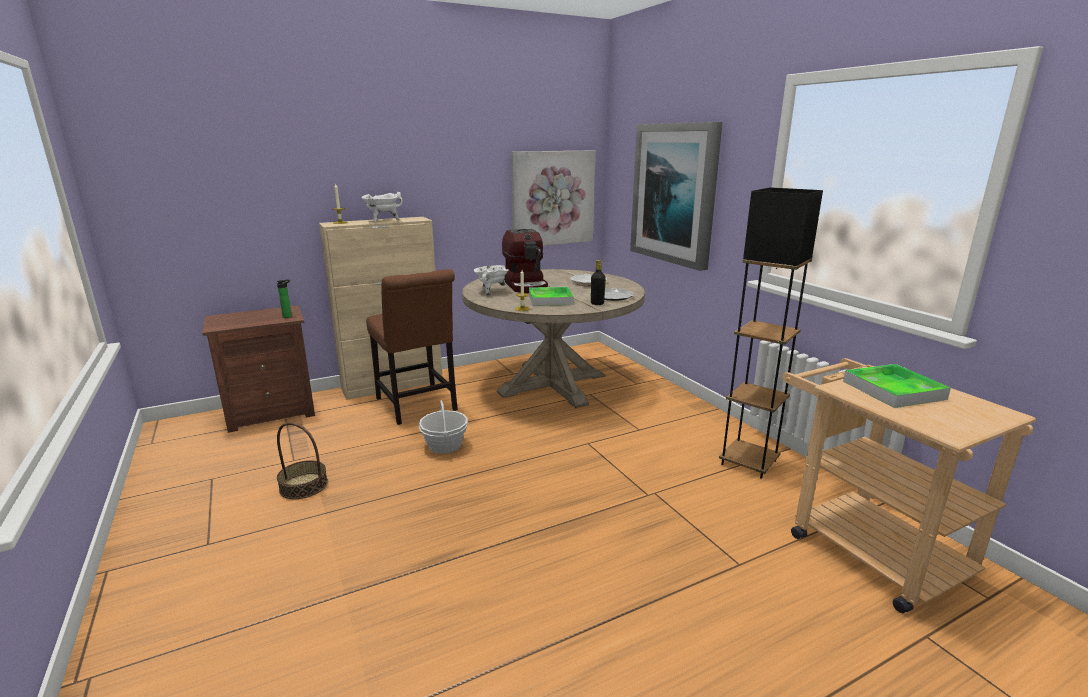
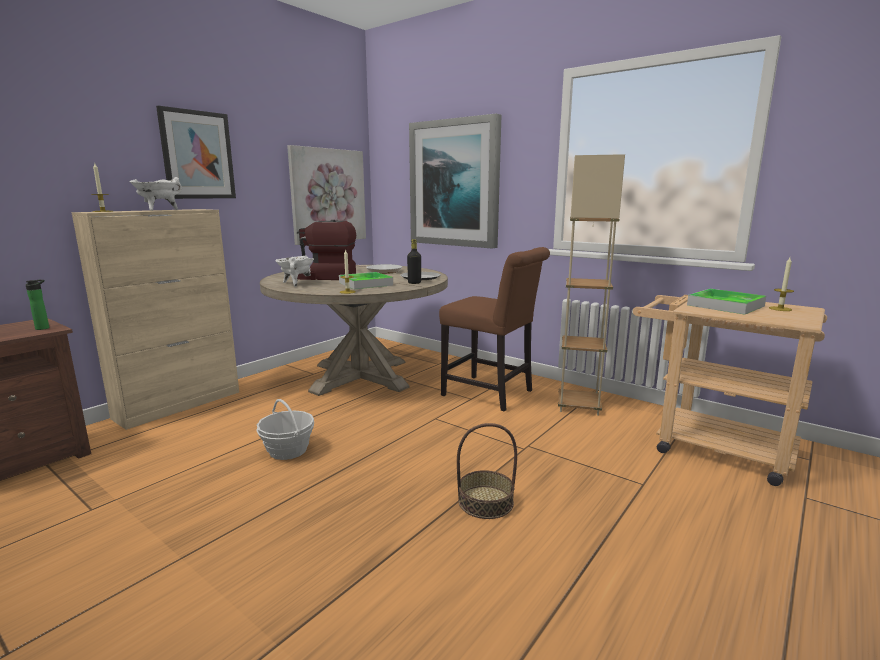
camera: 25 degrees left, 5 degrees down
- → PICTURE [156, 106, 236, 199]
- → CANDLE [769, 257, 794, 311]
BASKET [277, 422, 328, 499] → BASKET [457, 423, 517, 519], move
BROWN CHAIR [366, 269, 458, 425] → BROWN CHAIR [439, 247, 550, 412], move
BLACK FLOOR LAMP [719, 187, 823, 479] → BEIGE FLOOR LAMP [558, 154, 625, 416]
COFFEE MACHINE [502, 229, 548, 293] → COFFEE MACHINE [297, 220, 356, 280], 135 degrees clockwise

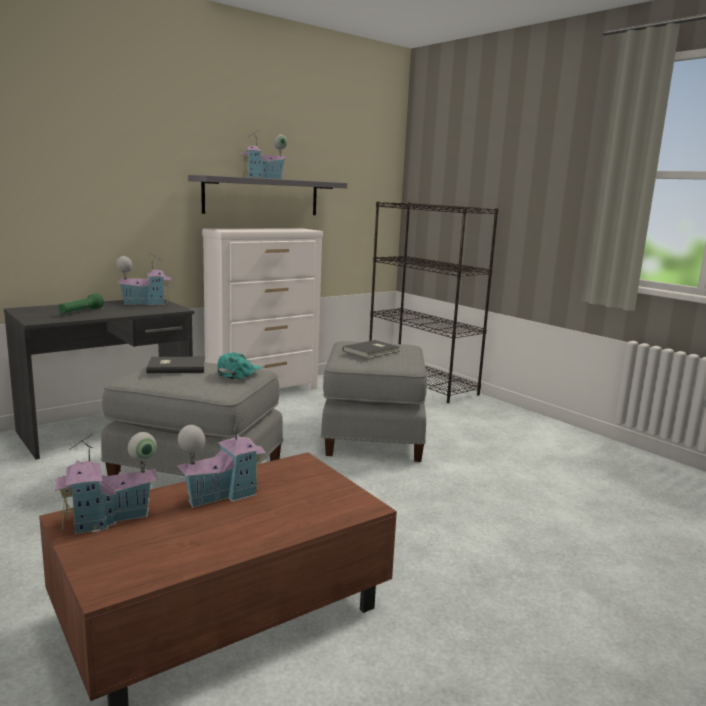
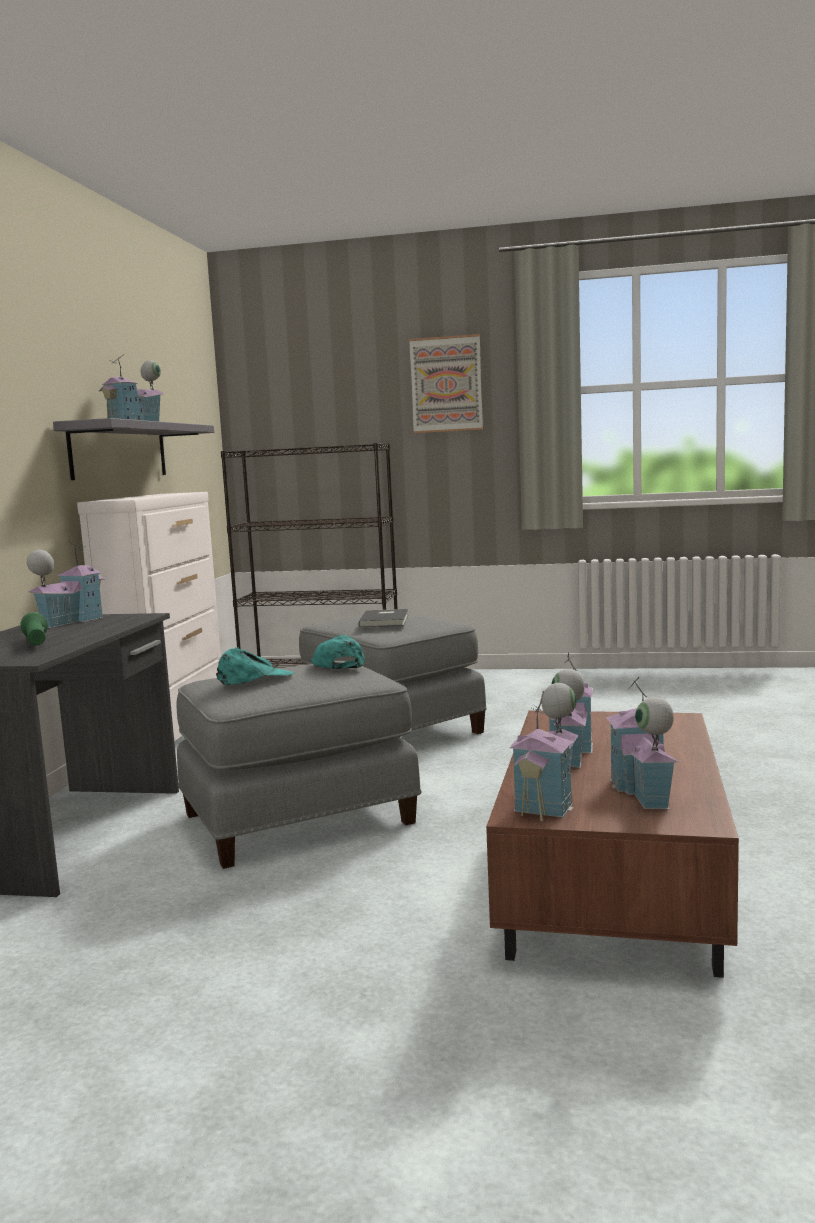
camera: 40 degrees left, 5 degrees down
- → PICTURE [409, 334, 483, 433]
- → TOY HOUSE [606, 677, 679, 809]
GREY BOOK [146, 357, 205, 373] → TURQUOISE CAP [216, 647, 294, 685]

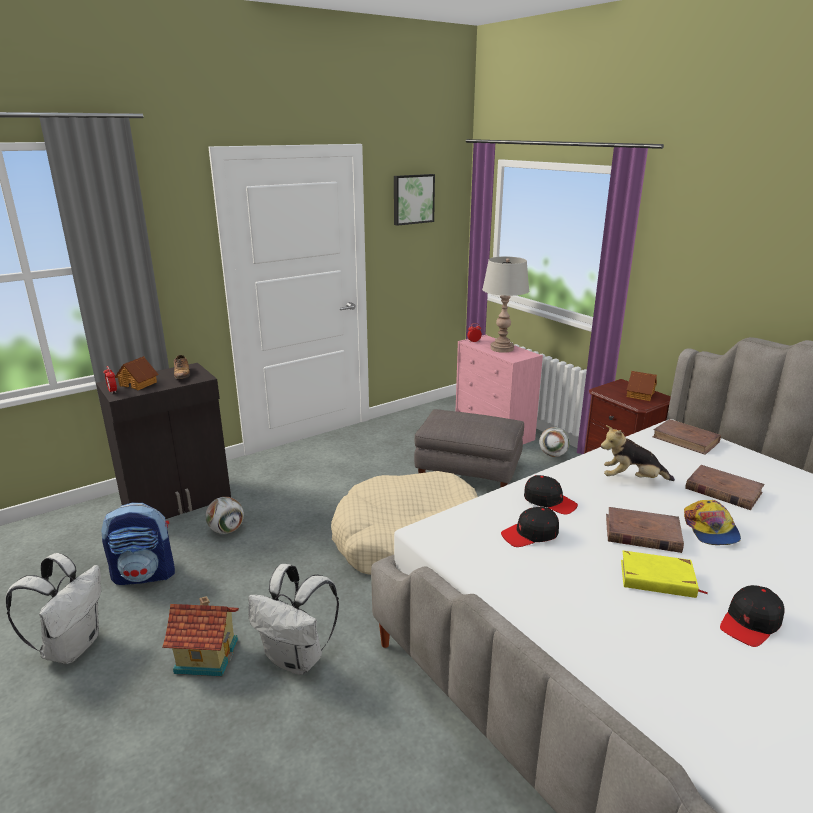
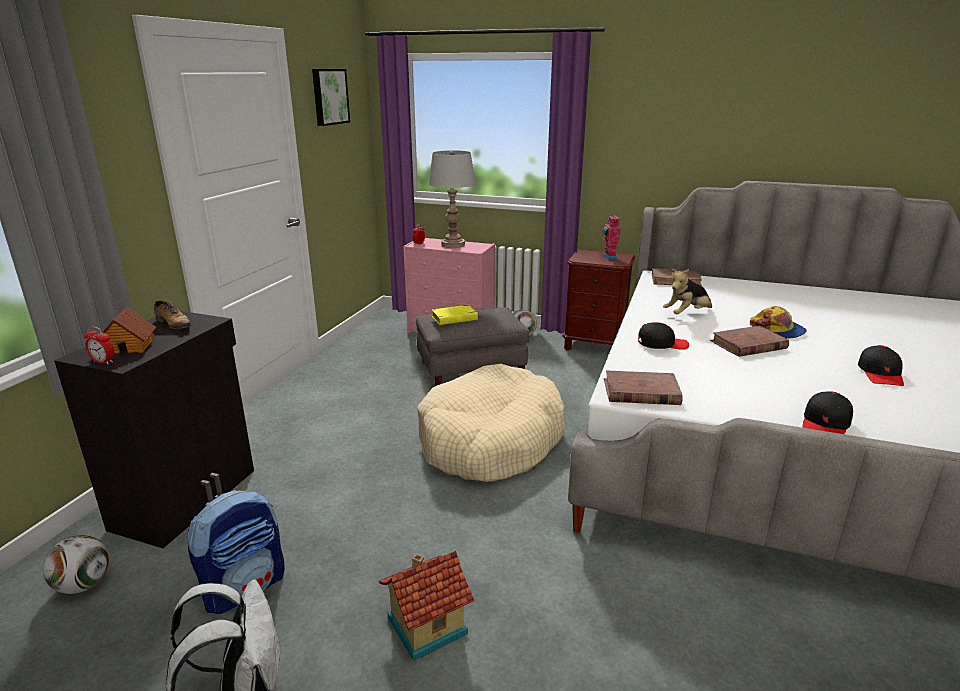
camera: 35 degrees left, 0 degrees up
WHITE BACKPACK [248, 564, 339, 675] → -
FOOTBALL [206, 497, 244, 534] → FOOTBALL [43, 535, 109, 594], move
BLACK CAP [501, 507, 559, 547] → BLACK CAP [802, 391, 853, 434], move
YELLOW BOOK [621, 550, 708, 598] → YELLOW BOOK [432, 305, 478, 325], move
BROWN BOOK [685, 465, 765, 510] → BROWN BOOK [604, 370, 683, 405], move
TOY HOUSE [626, 371, 657, 401] → TOY ROBOT [603, 215, 621, 259]

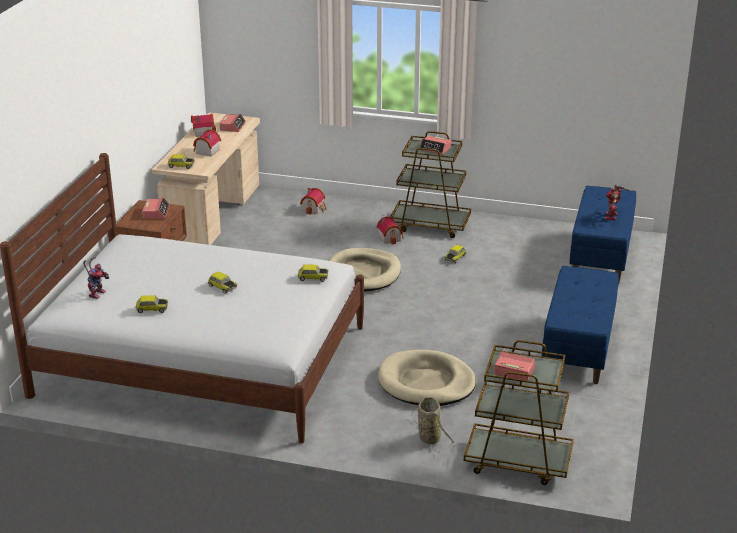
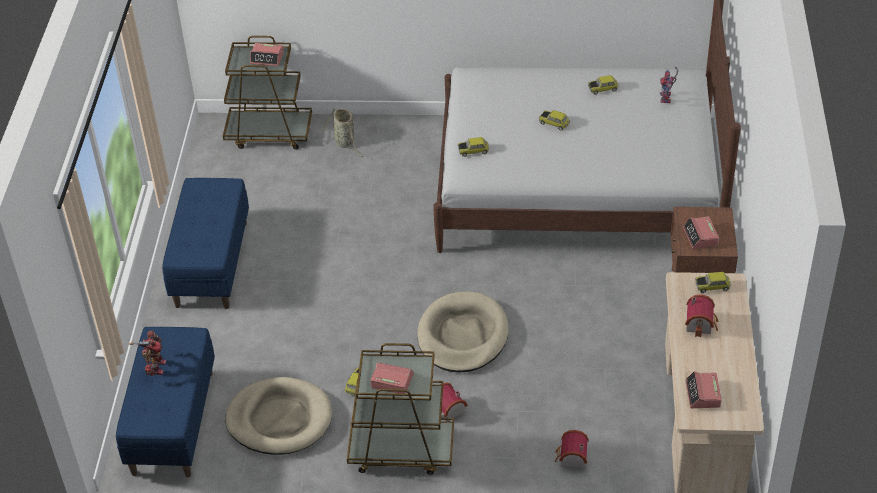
camera: 170 degrees right, 15 degrees up
TOY HOUSE [191, 114, 216, 137] → -
BEIGE DOG BED [378, 350, 476, 406] → BEIGE DOG BED [225, 377, 332, 455], move

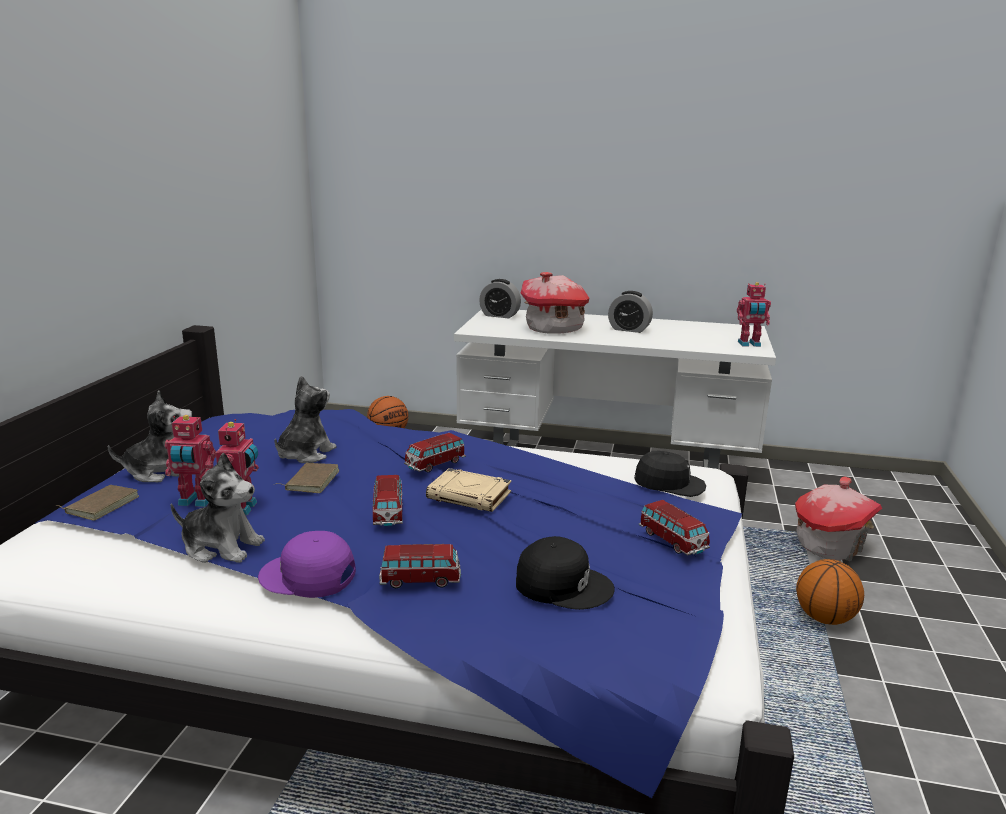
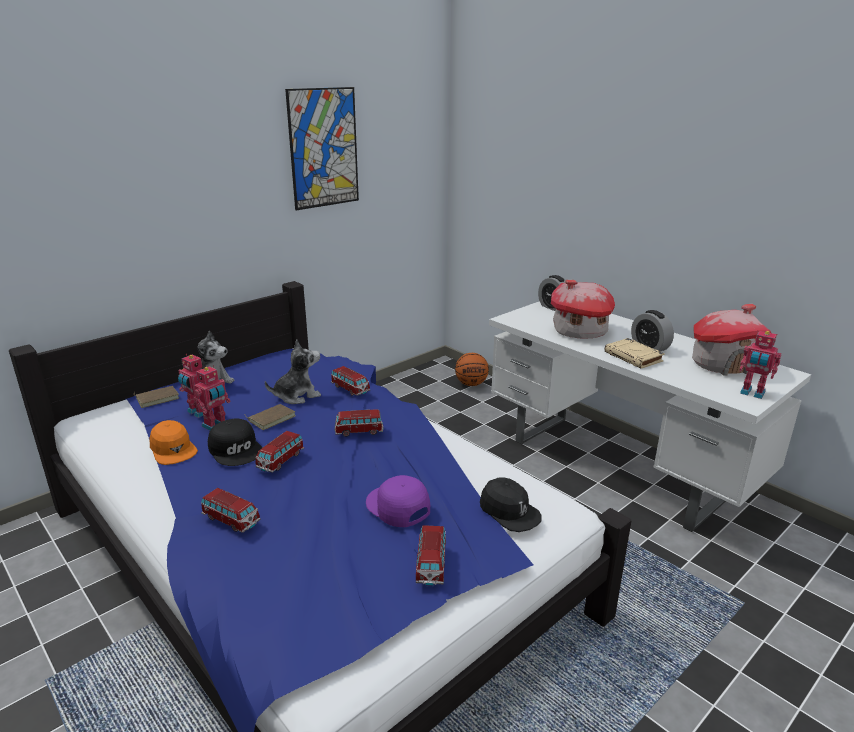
camera: 35 degrees right, 5 degrees up
BASKETBALL [796, 559, 864, 625] → -
- → PICTURE [285, 87, 359, 210]
- → TOY CAR [331, 366, 370, 396]
PURPLE CAP [258, 531, 356, 598] → PURPLE CAP [366, 475, 430, 527], move
BEIGE BOOK [426, 468, 512, 512] → BEIGE BOOK [604, 338, 665, 369], move
BLACK CAP [516, 536, 615, 610] → BLACK CAP [208, 418, 262, 466], move
TOY HOUSE [795, 477, 882, 561] → TOY HOUSE [692, 304, 771, 376], move
PLUSH TOY [171, 453, 265, 563] → ORANGE CAP [149, 420, 198, 465]

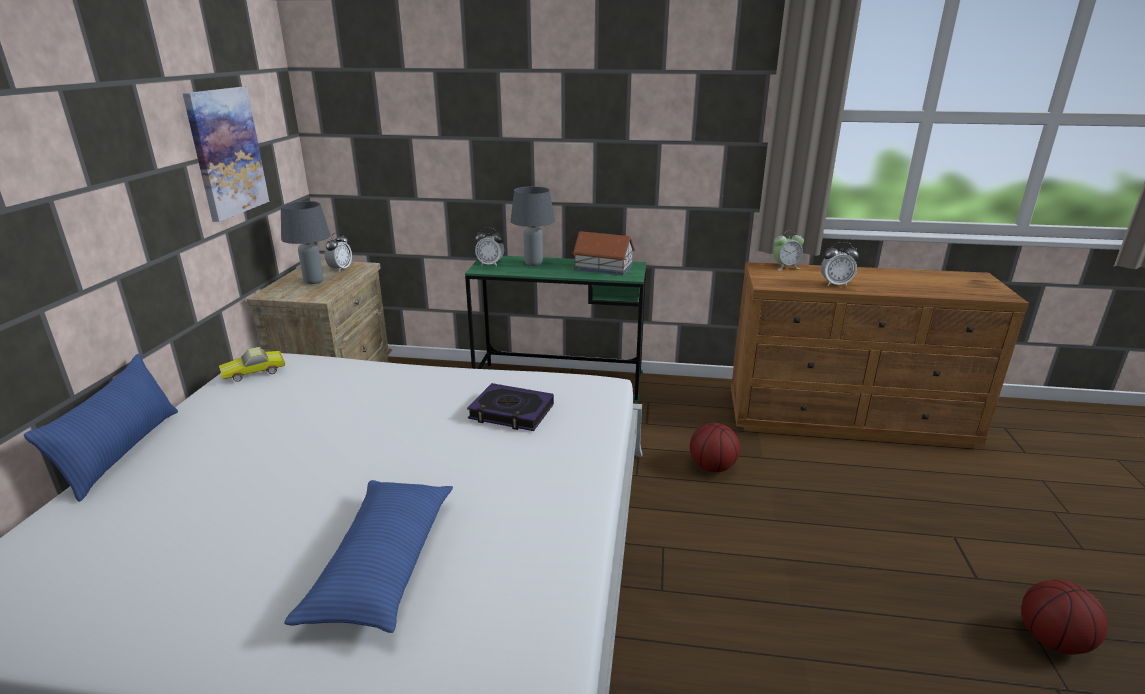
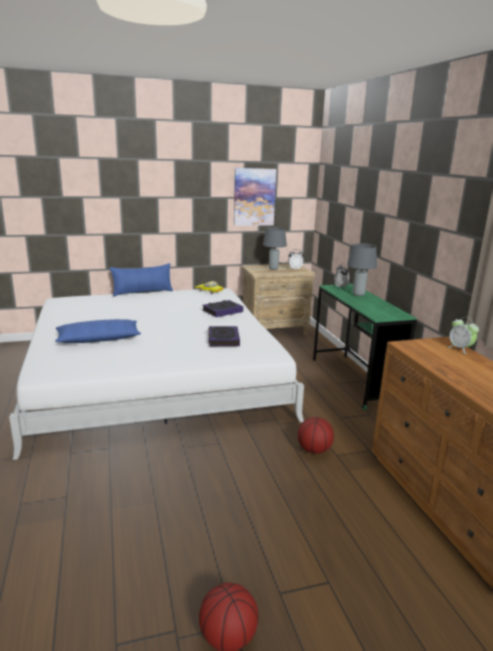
camera: 65 degrees right, 5 degrees down
TOY HOUSE [572, 231, 635, 276] → -
ALARM CLOCK [821, 242, 859, 287] → -
- → BOOK [202, 300, 243, 317]

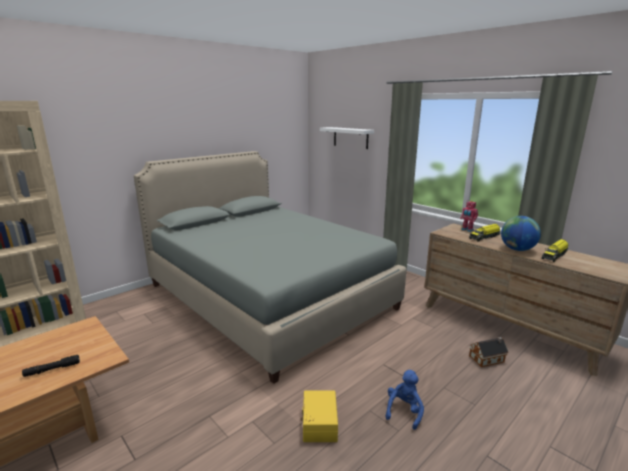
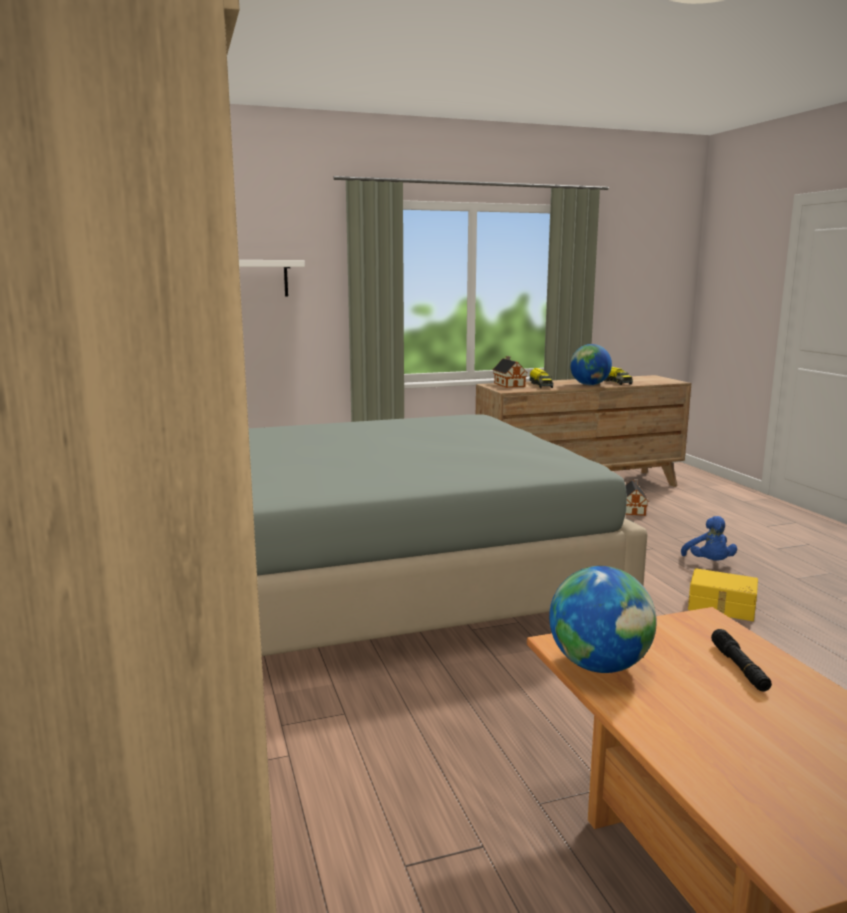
camera: 65 degrees left, 5 degrees down
- → GLOBE [549, 566, 657, 673]
TOY ROBOT [460, 201, 478, 232] → TOY HOUSE [493, 356, 528, 388]
BLUE PLUSH TOY [386, 370, 424, 430] → BLUE PLUSH TOY [681, 516, 737, 561], 150 degrees counterclockwise

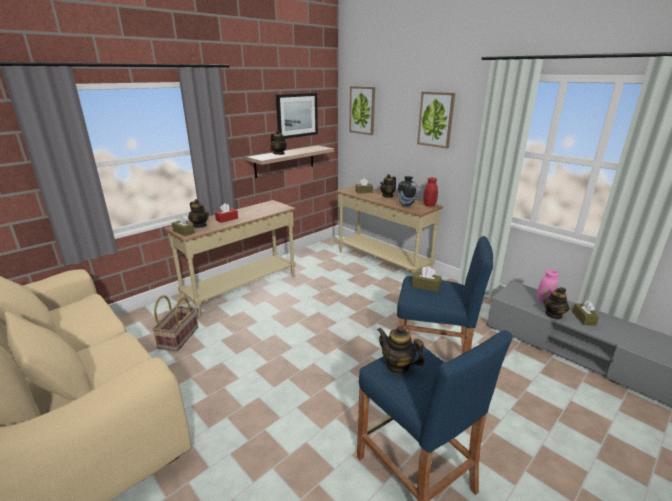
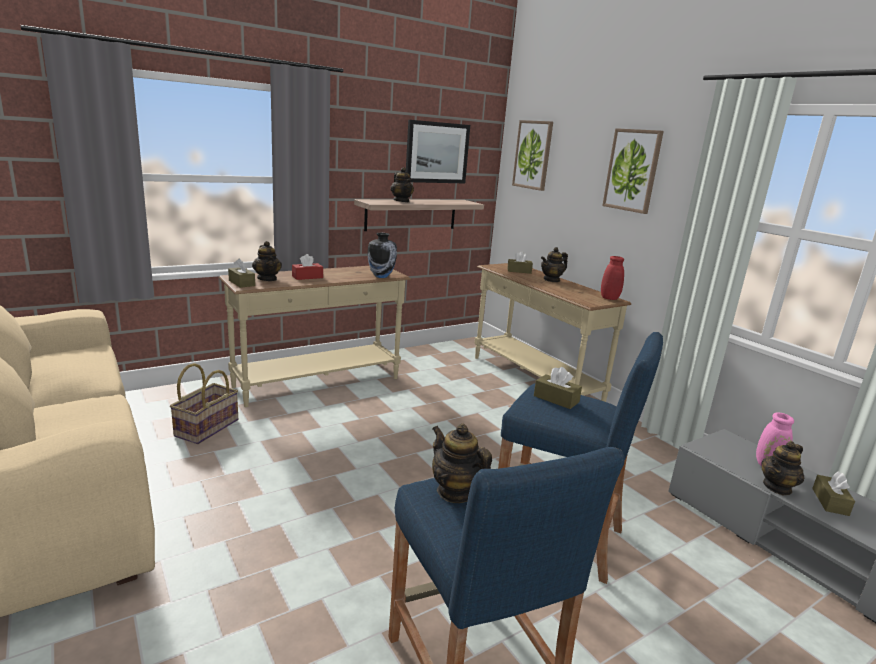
camera: 10 degrees right, 5 degrees down
VASE [398, 176, 418, 207] → VASE [367, 233, 397, 278], move

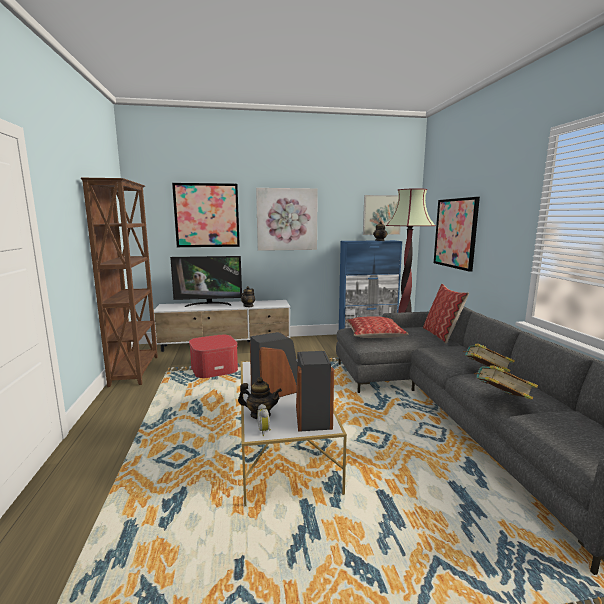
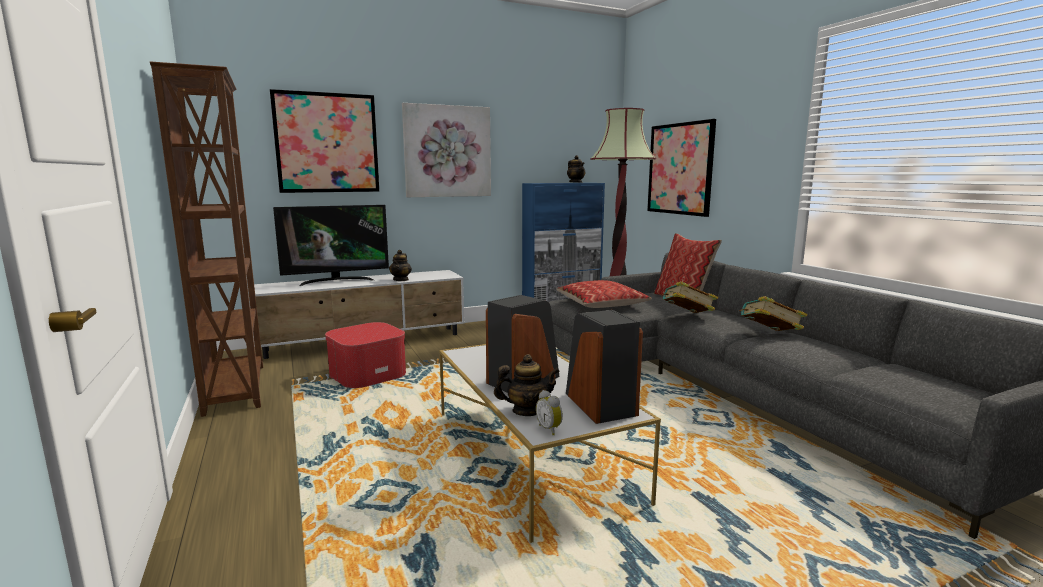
camera: 15 degrees left, 0 degrees up
PICTURE [363, 195, 401, 235] → -
BOOK [474, 365, 538, 400] → BOOK [662, 281, 718, 313], move

